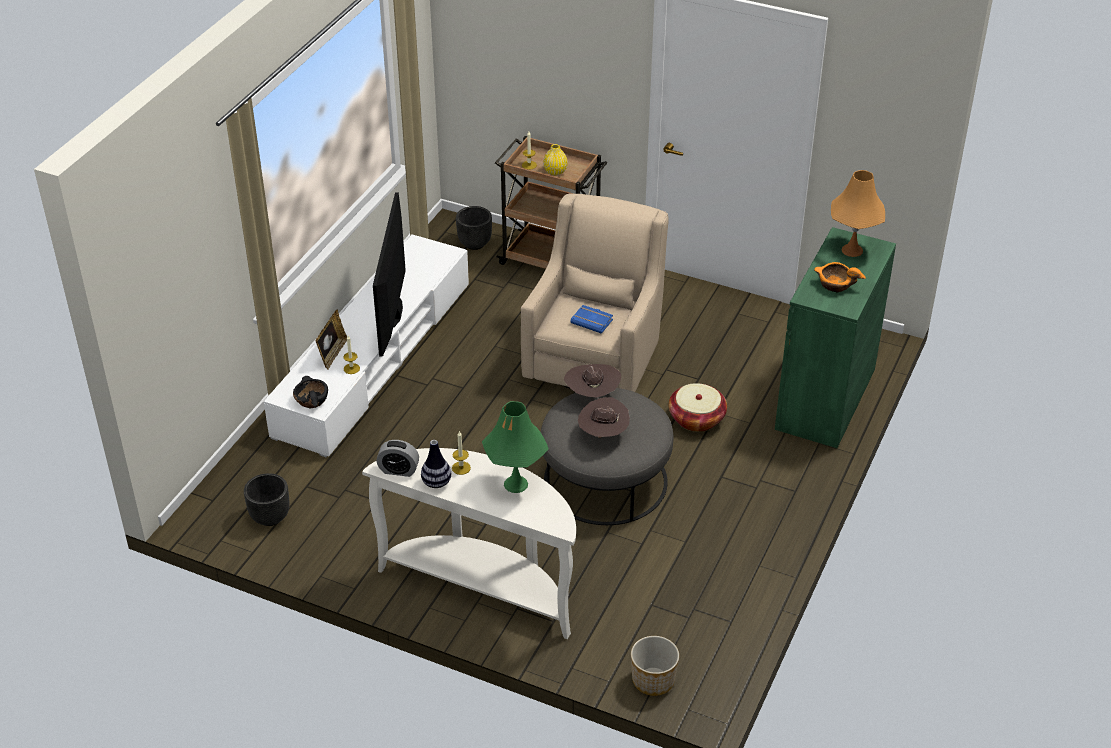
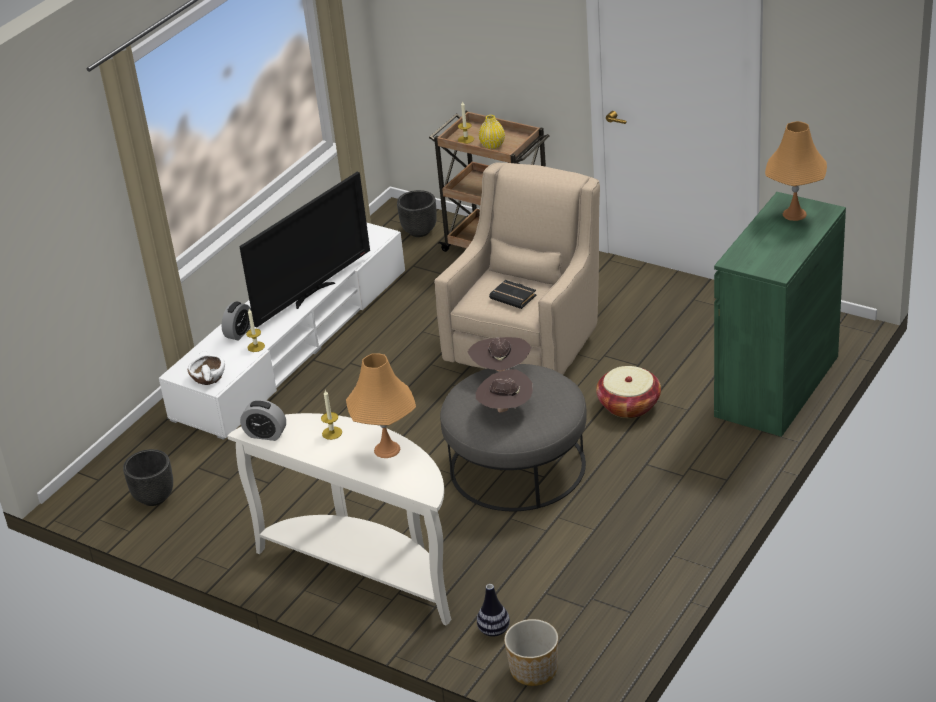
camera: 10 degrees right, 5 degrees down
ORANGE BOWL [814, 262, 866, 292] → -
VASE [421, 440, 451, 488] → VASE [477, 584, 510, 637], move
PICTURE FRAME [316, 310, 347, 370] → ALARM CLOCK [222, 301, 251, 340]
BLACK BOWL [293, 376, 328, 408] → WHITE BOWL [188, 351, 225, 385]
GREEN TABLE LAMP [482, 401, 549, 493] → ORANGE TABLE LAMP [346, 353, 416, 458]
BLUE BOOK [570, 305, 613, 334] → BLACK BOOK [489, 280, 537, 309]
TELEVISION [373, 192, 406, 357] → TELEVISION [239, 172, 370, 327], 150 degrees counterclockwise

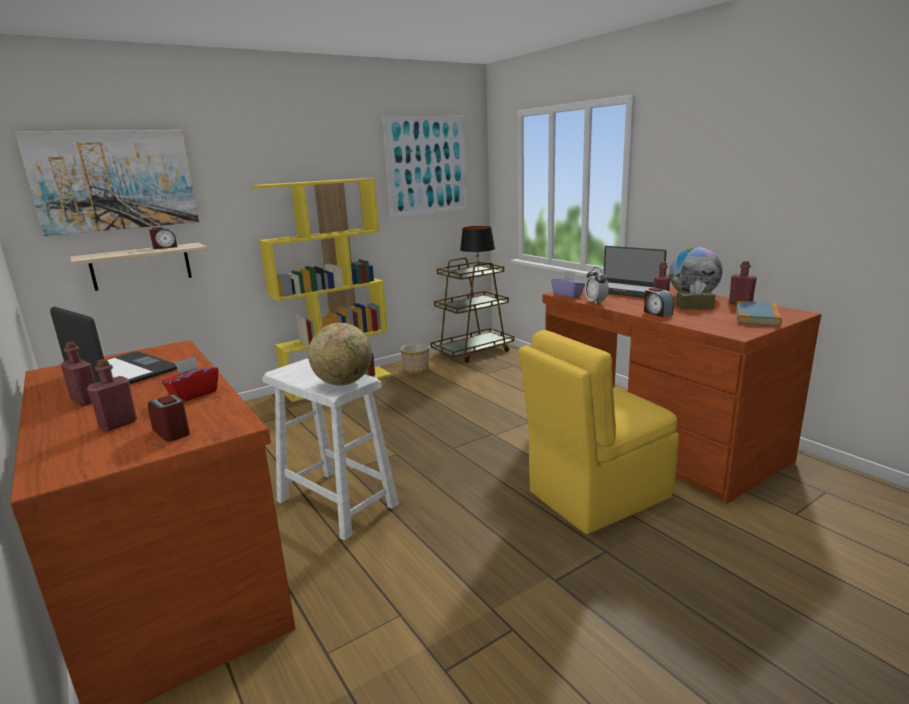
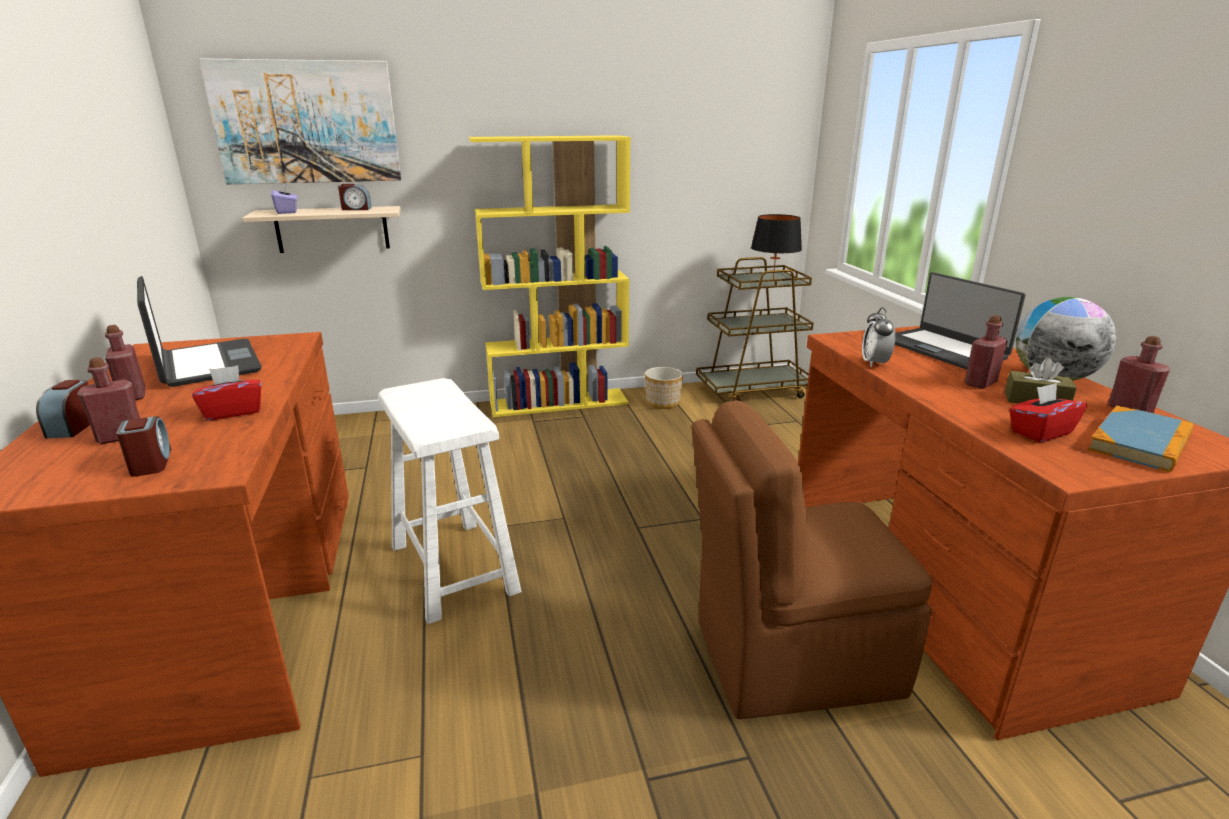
camera: 20 degrees right, 5 degrees up
GLOBE [308, 323, 372, 386] → -
PICTURE [382, 115, 468, 218] → -
- → RED TISSUE BOX [1009, 383, 1087, 442]
PURPLE TISSUE BOX [551, 271, 585, 298] → PURPLE TISSUE BOX [271, 183, 298, 214], move
ALARM CLOCK [644, 288, 674, 317] → ALARM CLOCK [36, 380, 90, 438], move
YELLOW CHAIR [519, 330, 679, 534] → BROWN CHAIR [691, 400, 932, 719]

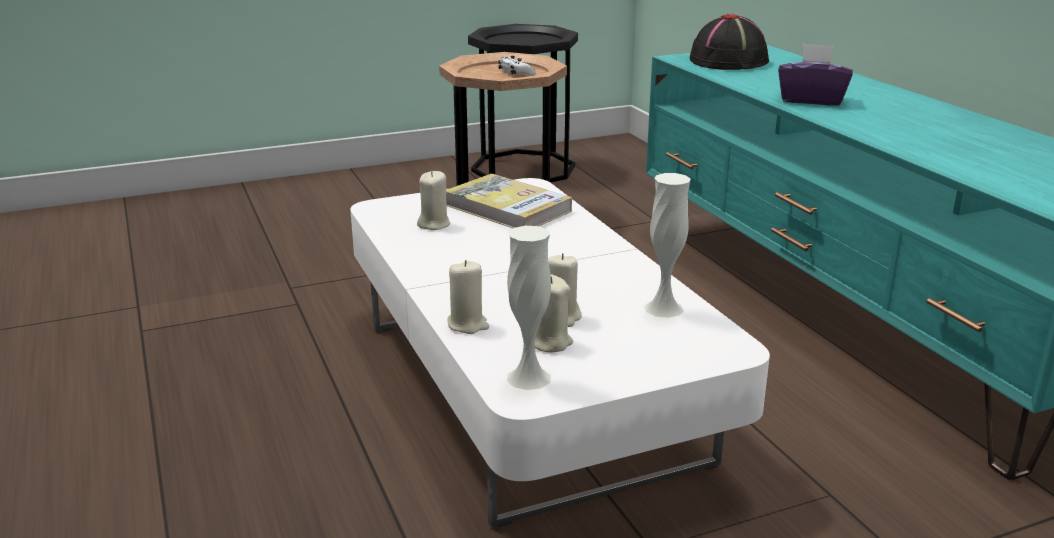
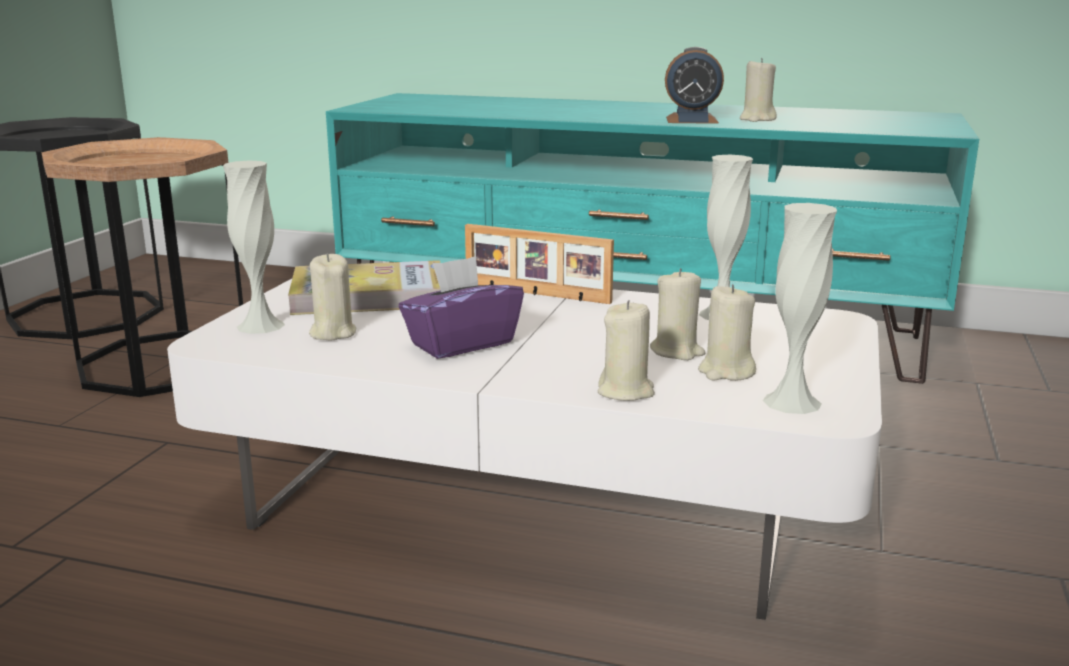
camera: 50 degrees left, 5 degrees down
WHITE GAME CONTROLLER [498, 56, 536, 75] → -
BLACK HAT [690, 14, 769, 70] → -
- → WHITE VASE [223, 161, 285, 334]
- → PICTURE FRAME [465, 224, 614, 304]
- → ALARM CLOCK [665, 47, 724, 124]
- → BEIGE CANDLE [740, 58, 777, 122]
PURPLE TISSUE BOX [778, 43, 853, 106] → PURPLE TISSUE BOX [399, 256, 524, 359], move

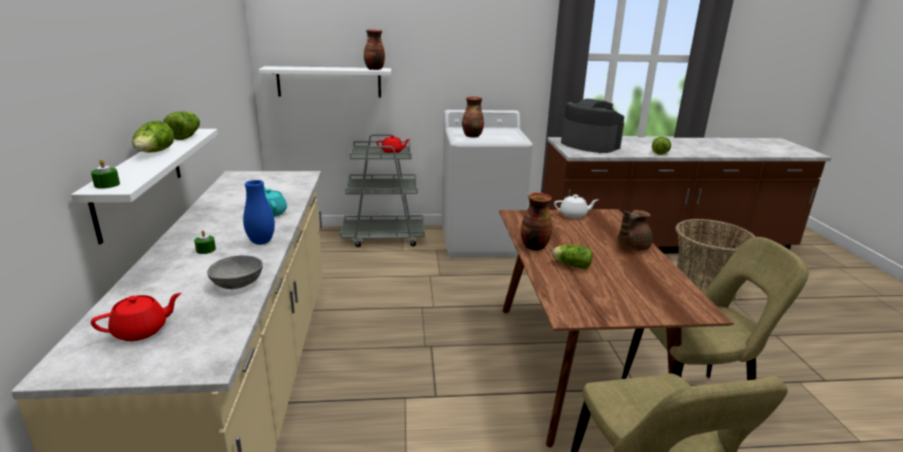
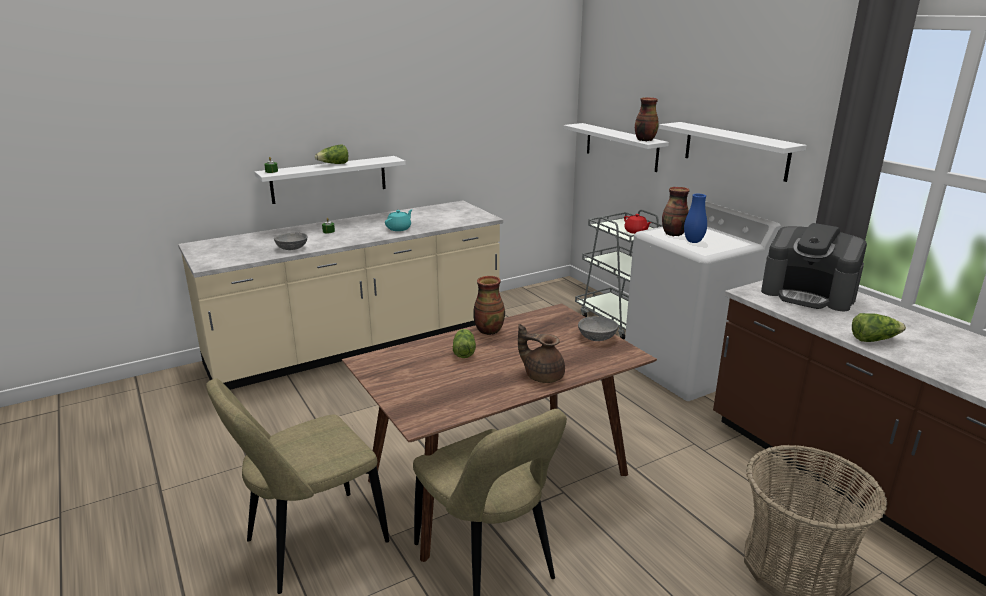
camera: 65 degrees right, 0 degrees up
RED TEAPOT [91, 293, 182, 341] → -
LETTUCE [163, 111, 200, 140] → -
- → WHITE SHELF [659, 122, 807, 182]
BLUE VASE [243, 180, 275, 245] → BLUE VASE [684, 194, 707, 243], move
WHITE TEAPOT [554, 195, 598, 218] → GREY BOWL [578, 316, 618, 341]
COFFEE MACHINE [561, 99, 624, 153] → COFFEE MACHINE [761, 223, 867, 311], 105 degrees clockwise

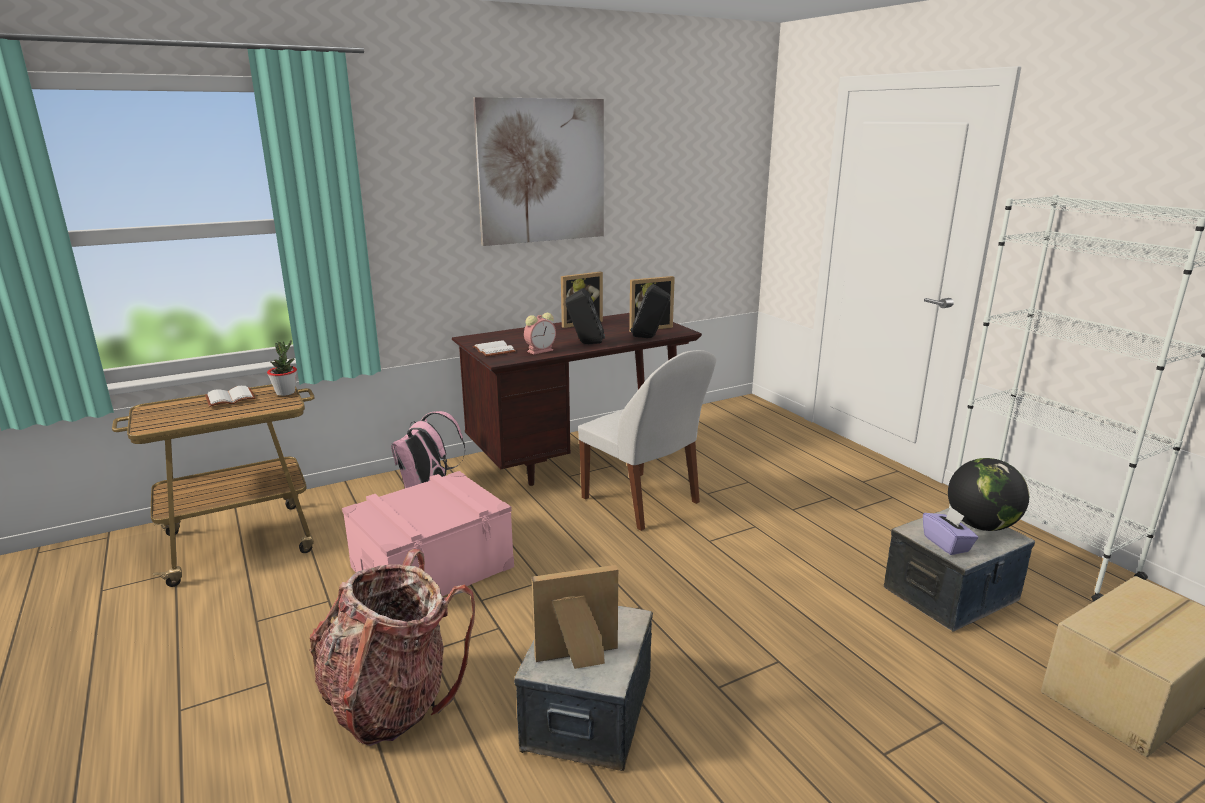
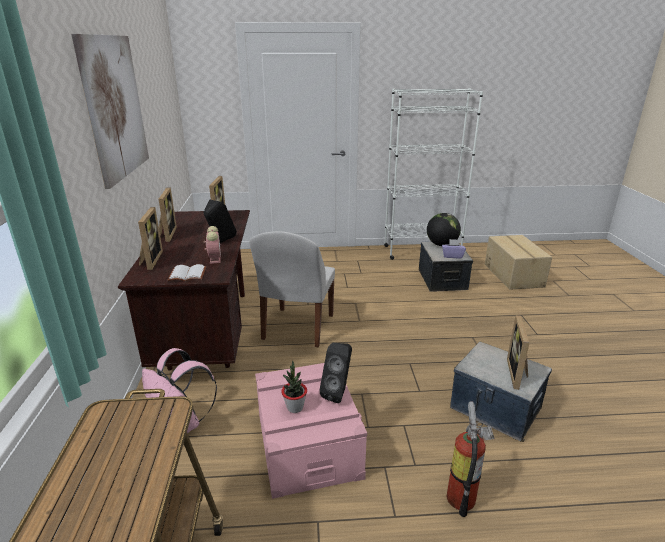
camera: 65 degrees left, 5 degrees up
WHITE BOOK [205, 386, 255, 407] → -
- → PICTURE FRAME [138, 207, 163, 270]
POTTED PLANT [267, 340, 297, 396] → POTTED PLANT [281, 361, 307, 413], move
BLACK SPEAKER [631, 284, 670, 338] → BLACK SPEAKER [319, 343, 352, 403], move
BACKPACK [309, 549, 475, 746] → FIRE EXTINGUISHER [446, 401, 495, 517]
WHITE CHAIR [578, 350, 716, 531] → WHITE CHAIR [249, 231, 335, 347], 120 degrees clockwise

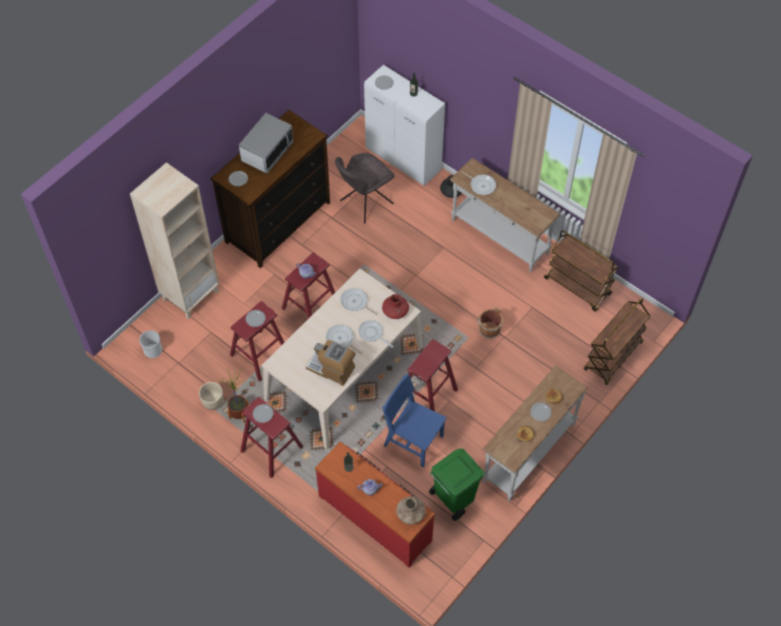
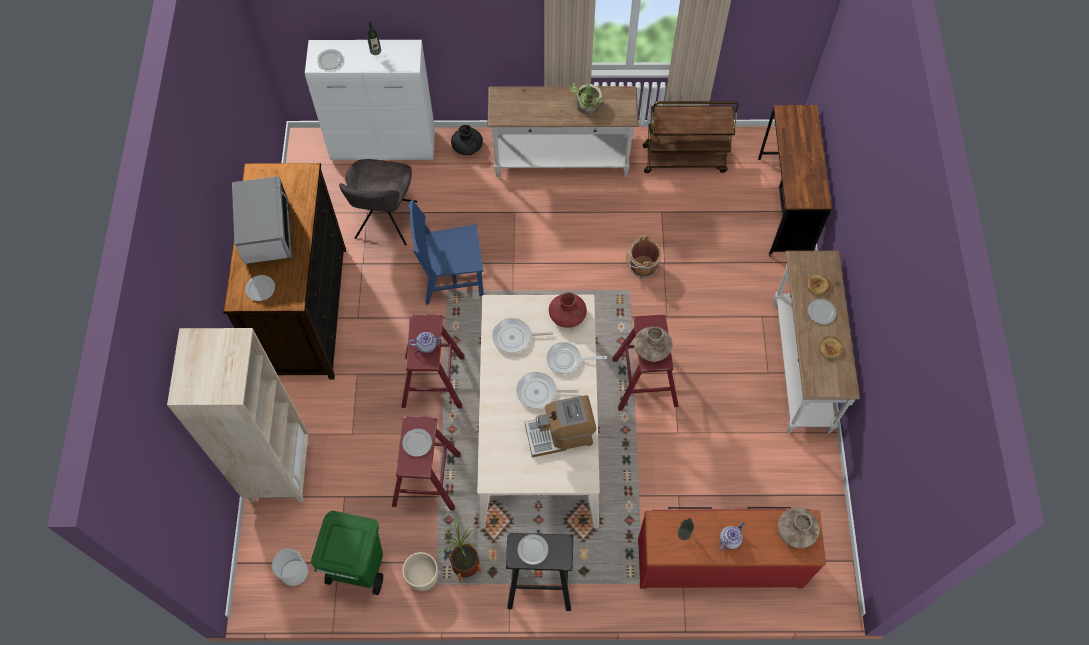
camera: 40 degrees left, 5 degrees up
FRYING PAN [462, 171, 496, 195] → -
- → POTTED PLANT [571, 83, 603, 114]
- → BROWN VASE [634, 327, 672, 362]
BLUE CHAIR [382, 374, 447, 468] → BLUE CHAIR [408, 200, 484, 305], move
GREEN TRASH CAN [429, 448, 484, 521] → GREEN TRASH CAN [311, 510, 383, 595], move
BROWN CART [584, 298, 651, 385] → BROWN DESK [758, 105, 832, 257]
RED STOOL [240, 397, 303, 478] → BLACK STOOL [506, 533, 573, 611]

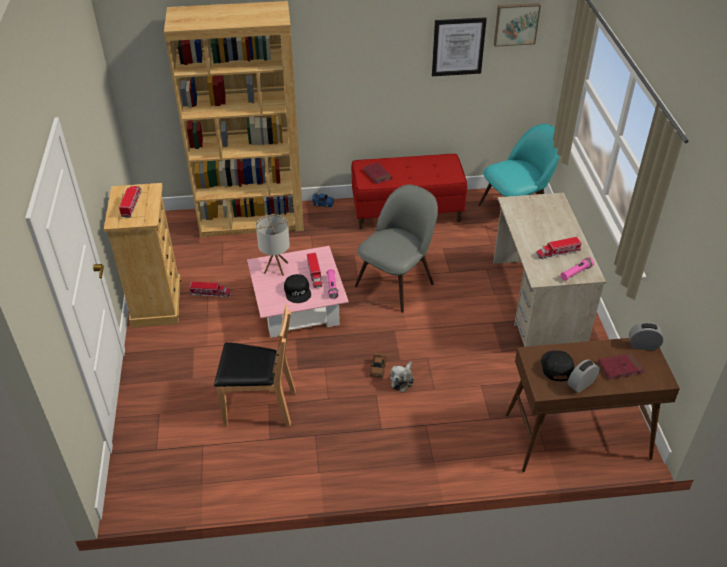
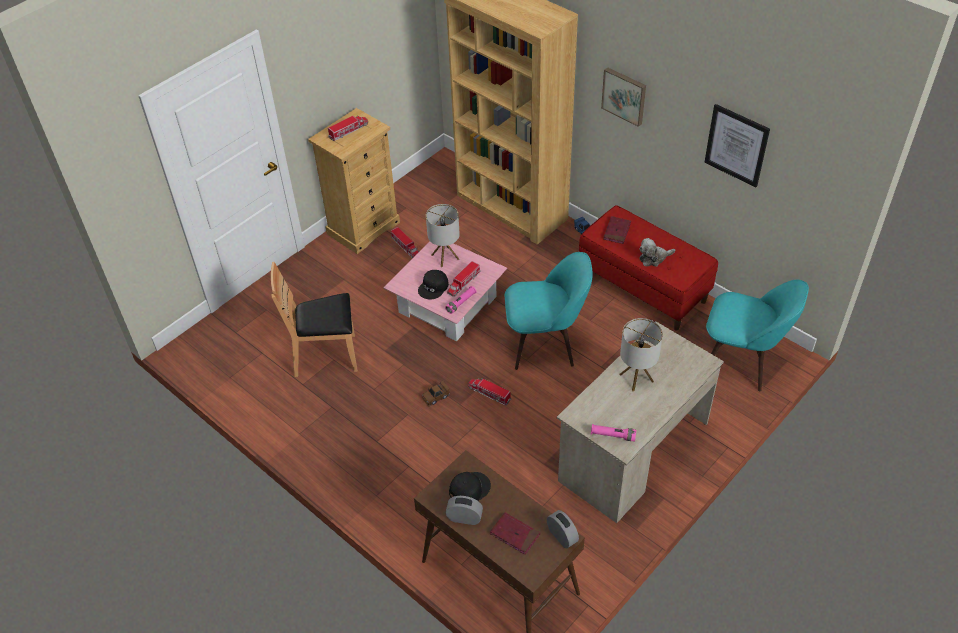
camera: 50 degrees right, 5 degrees up
- → TABLE LAMP [619, 318, 663, 391]
PLUSH TOY [390, 361, 414, 392] → PLUSH TOY [639, 238, 675, 267], move
PICTURE [494, 3, 541, 47] → PICTURE [601, 67, 646, 127], move
TOY TRUCK [536, 237, 582, 259] → TOY TRUCK [468, 379, 511, 405], move
GREY CHAIR [355, 184, 438, 313] → TURQUOISE CHAIR [505, 252, 593, 370]
BROWN CHAIR [214, 304, 296, 426] → BROWN CHAIR [271, 262, 358, 377], 120 degrees clockwise

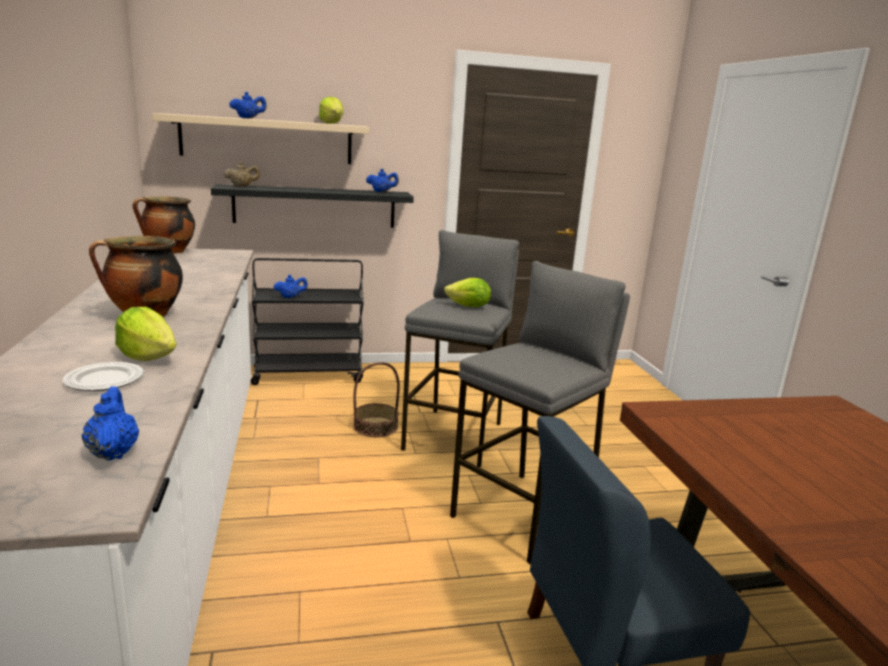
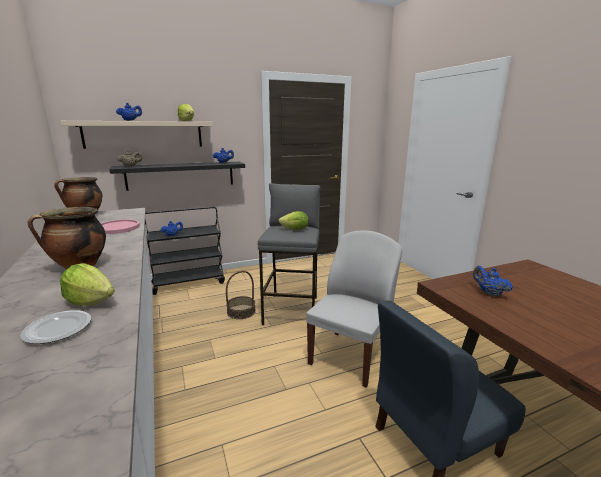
camera: 10 degrees left, 0 degrees up
- → PINK PLATE [101, 219, 140, 234]
BLUE TEAPOT [82, 386, 139, 461] → BLUE TEAPOT [473, 266, 513, 296], move
GREY STOOL [450, 261, 630, 564] → WHITE CHAIR [307, 231, 402, 388]

